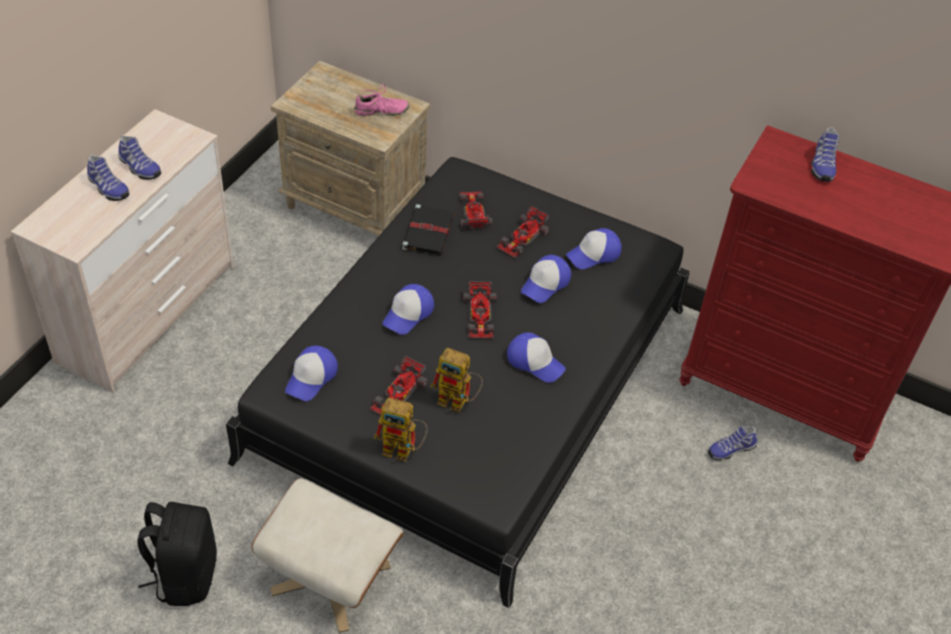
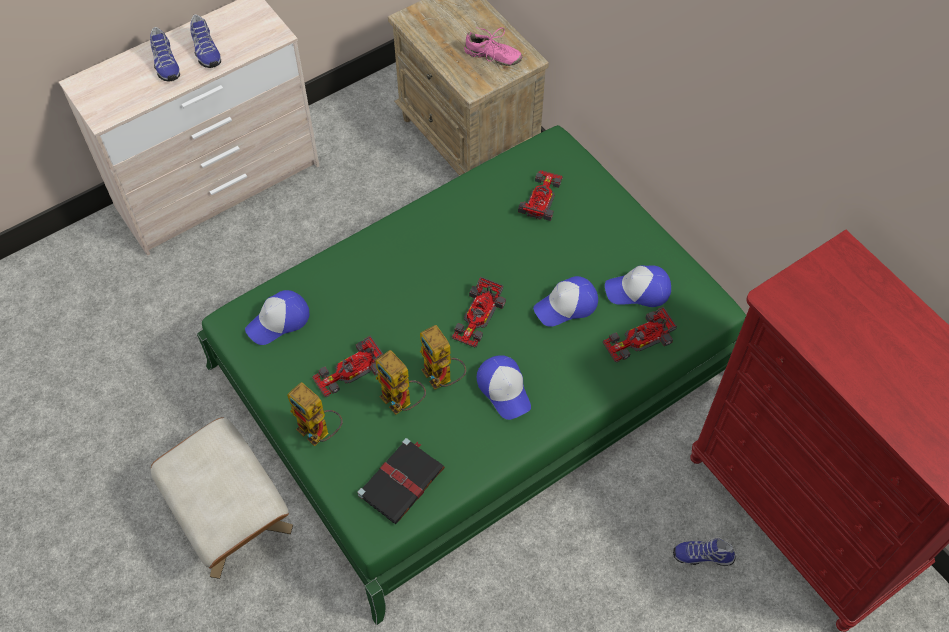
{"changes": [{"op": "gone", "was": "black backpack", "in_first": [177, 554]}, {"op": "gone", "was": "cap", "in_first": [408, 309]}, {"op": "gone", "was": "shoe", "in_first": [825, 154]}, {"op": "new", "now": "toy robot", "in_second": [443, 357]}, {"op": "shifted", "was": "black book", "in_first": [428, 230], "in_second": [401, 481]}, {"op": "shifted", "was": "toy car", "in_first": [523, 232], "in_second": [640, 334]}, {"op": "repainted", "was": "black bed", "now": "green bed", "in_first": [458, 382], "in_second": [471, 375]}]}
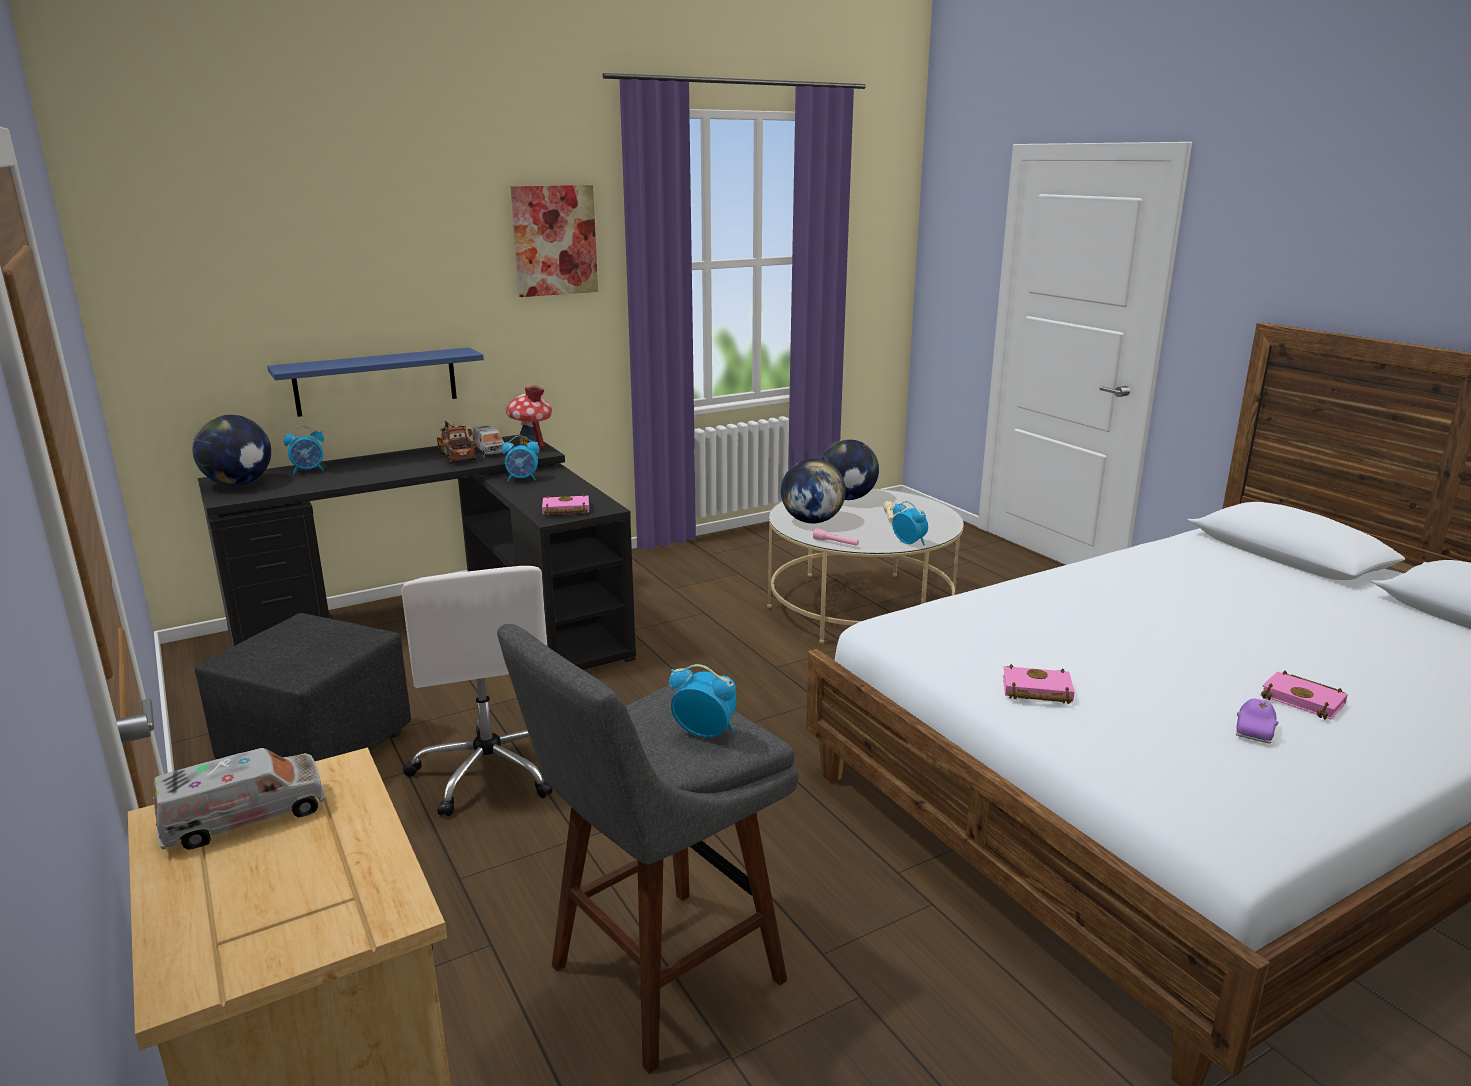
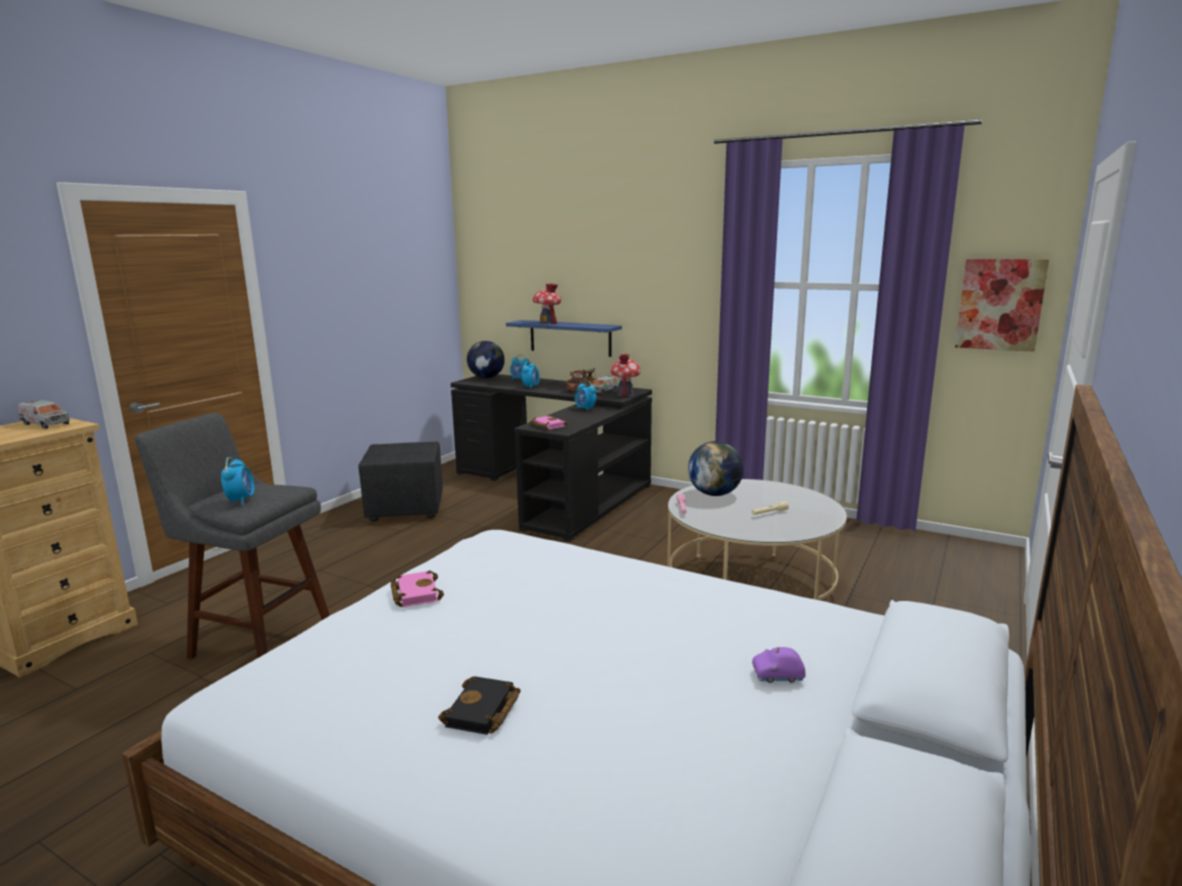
{"changes": [{"op": "gone", "was": "white office chair", "in_first": [476, 691]}, {"op": "gone", "was": "globe", "in_first": [849, 469]}, {"op": "new", "now": "toy house", "in_second": [547, 303]}, {"op": "shifted", "was": "picture", "in_first": [554, 241], "in_second": [1002, 305]}, {"op": "shifted", "was": "alarm clock", "in_first": [910, 523], "in_second": [531, 375]}, {"op": "shifted", "was": "purple toy car", "in_first": [1257, 721], "in_second": [779, 665]}, {"op": "repainted", "was": "pink book", "now": "black book", "in_first": [1304, 695], "in_second": [479, 705]}]}
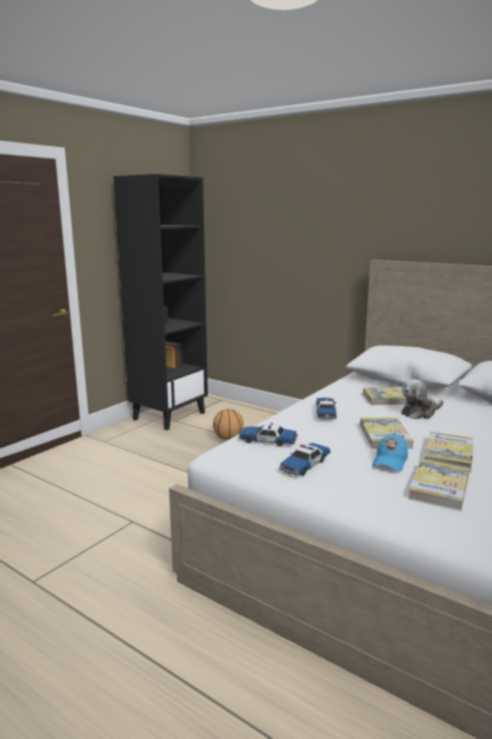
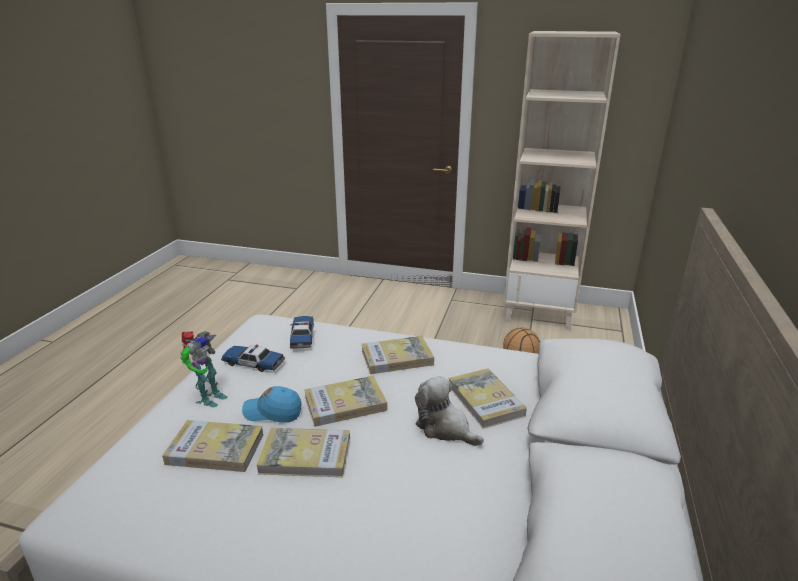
{"changes": [{"op": "new", "now": "toy robot", "in_second": [204, 369]}, {"op": "swapped", "was": "toy car", "now": "book", "in_first": [326, 408], "in_second": [398, 355]}, {"op": "repainted", "was": "black bookcase", "now": "beige bookcase", "in_first": [161, 302], "in_second": [562, 180]}]}
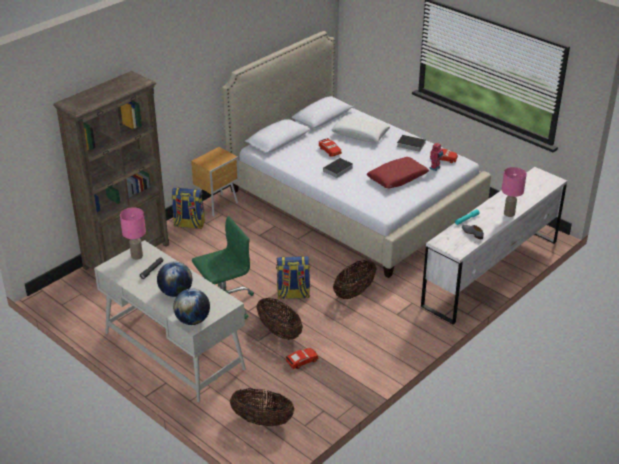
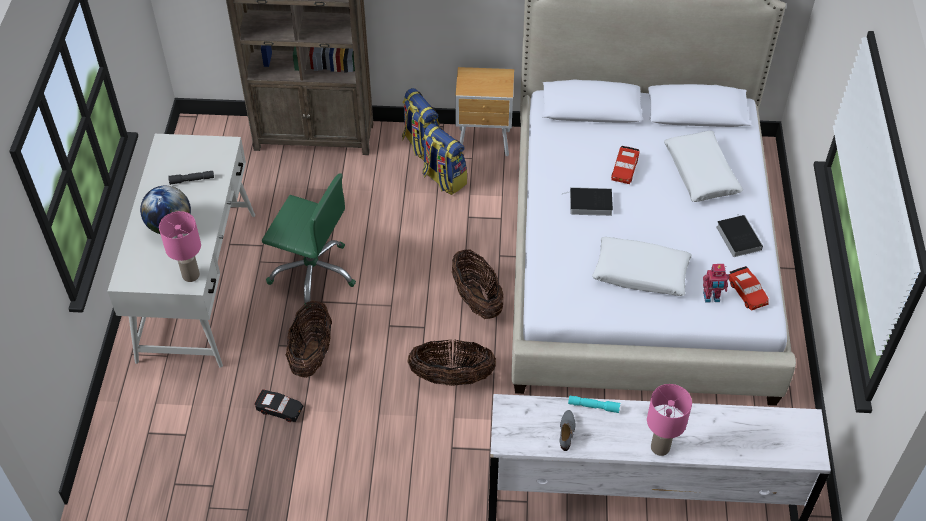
{"changes": [{"op": "gone", "was": "globe", "in_first": [191, 306]}, {"op": "shifted", "was": "pink table lamp", "in_first": [133, 233], "in_second": [180, 246]}, {"op": "shifted", "was": "basket", "in_first": [262, 407], "in_second": [477, 284]}, {"op": "shifted", "was": "backpack", "in_first": [293, 278], "in_second": [444, 159]}, {"op": "repainted", "was": "red toy car", "now": "black toy car", "in_first": [302, 358], "in_second": [279, 405]}, {"op": "repainted", "was": "red pillow", "now": "white pillow", "in_first": [398, 172], "in_second": [642, 266]}]}
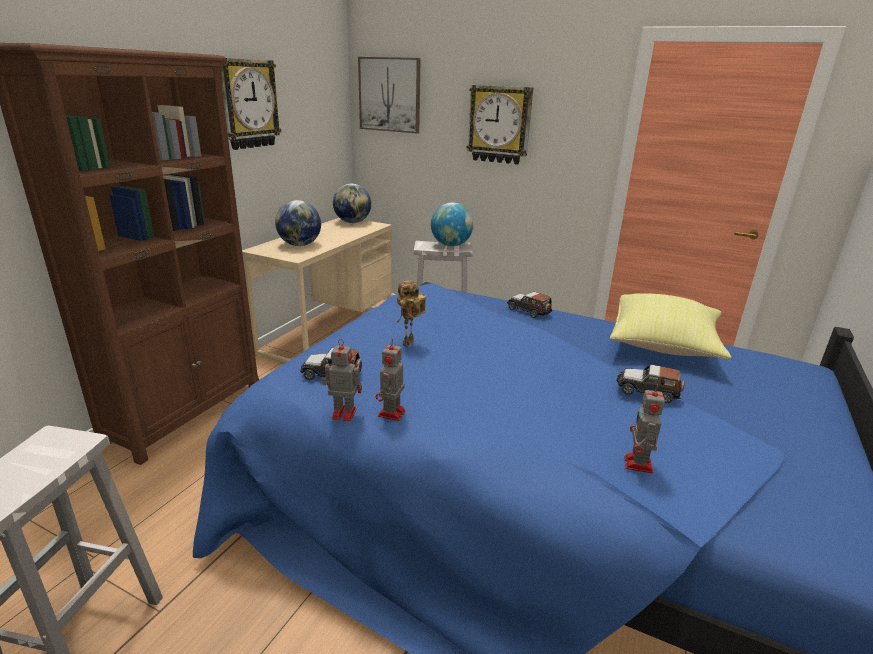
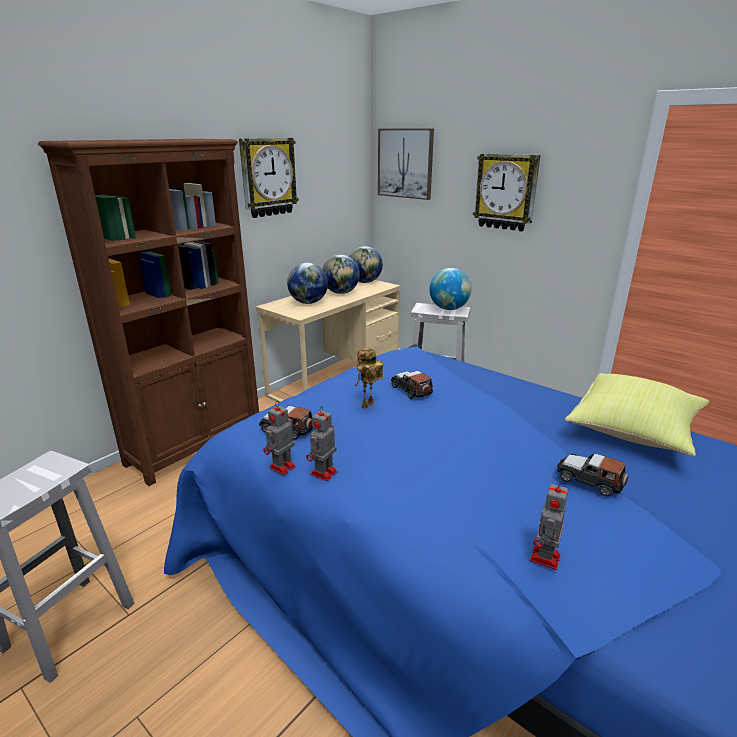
{"changes": [{"op": "new", "now": "globe", "in_second": [341, 274]}, {"op": "shifted", "was": "toy car", "in_first": [529, 305], "in_second": [412, 385]}, {"op": "rotated", "was": "toy robot", "in_first": [341, 380], "in_second": [279, 438], "clockwise": -75}]}
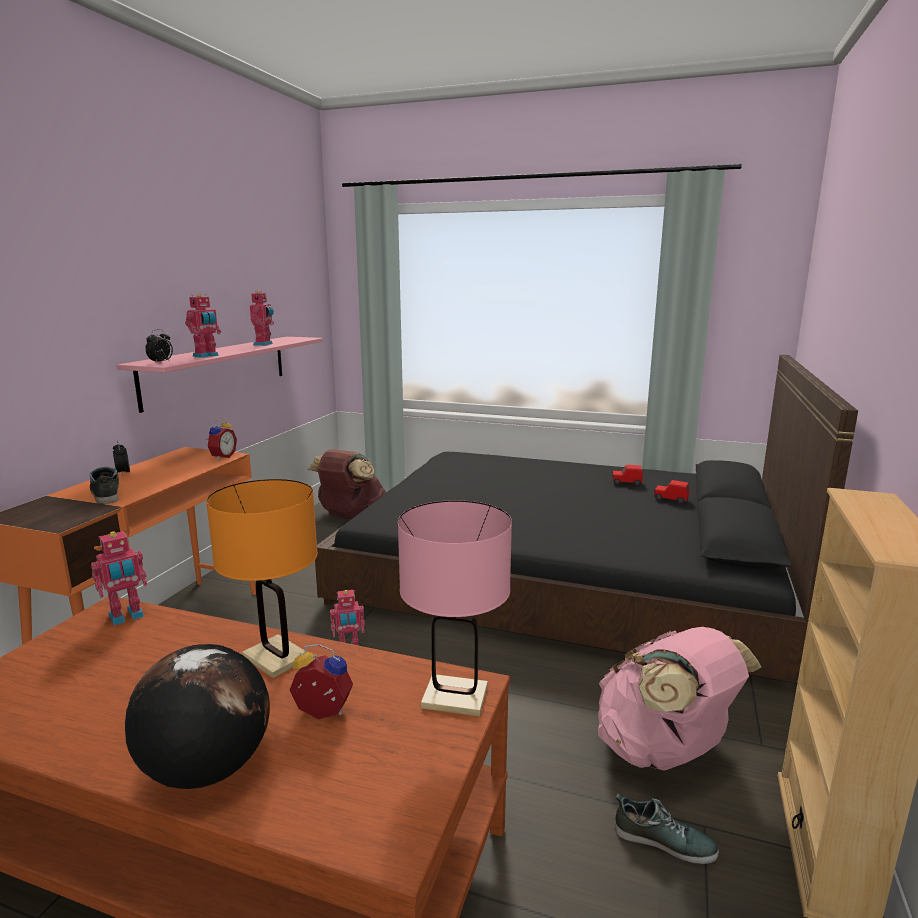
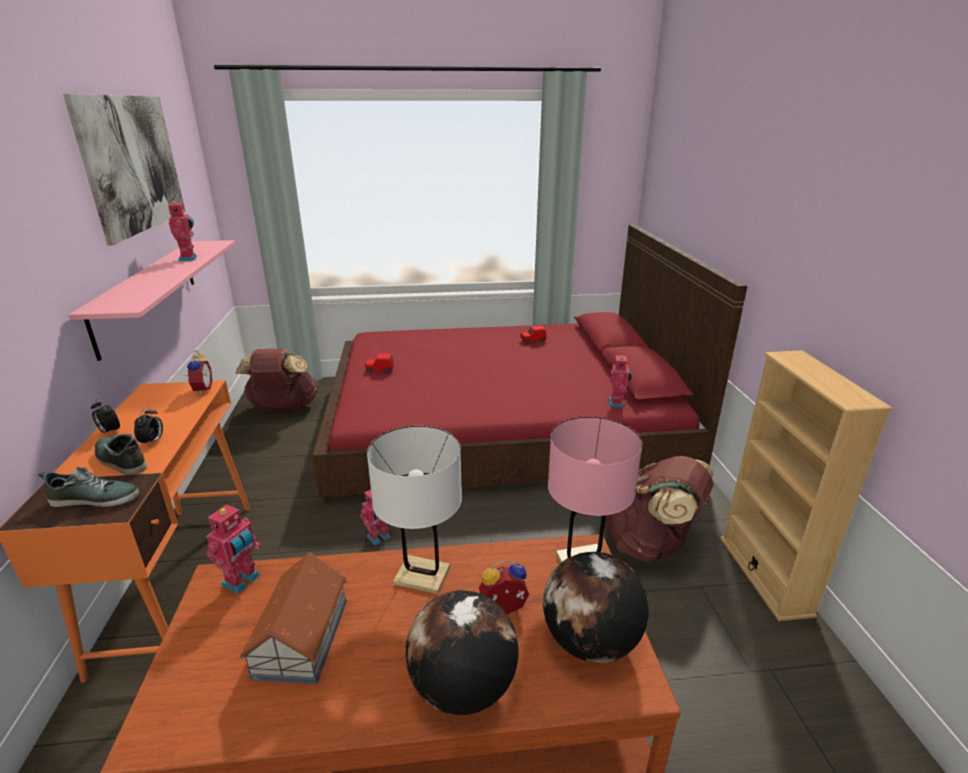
{"changes": [{"op": "new", "now": "picture", "in_second": [124, 170]}, {"op": "new", "now": "toy house", "in_second": [293, 618]}, {"op": "new", "now": "globe", "in_second": [596, 607]}, {"op": "shifted", "was": "alarm clock", "in_first": [159, 346], "in_second": [148, 427]}, {"op": "shifted", "was": "toy robot", "in_first": [203, 325], "in_second": [620, 381]}, {"op": "shifted", "was": "shoe", "in_first": [667, 829], "in_second": [88, 486]}, {"op": "shifted", "was": "red toy car", "in_first": [671, 492], "in_second": [379, 363]}, {"op": "repainted", "was": "orange table lamp", "now": "white table lamp", "in_first": [262, 578], "in_second": [414, 510]}, {"op": "repainted", "was": "black bed", "now": "red bed", "in_first": [586, 521], "in_second": [529, 363]}, {"op": "repainted", "was": "pink backpack", "now": "brown backpack", "in_first": [679, 699], "in_second": [659, 509]}]}
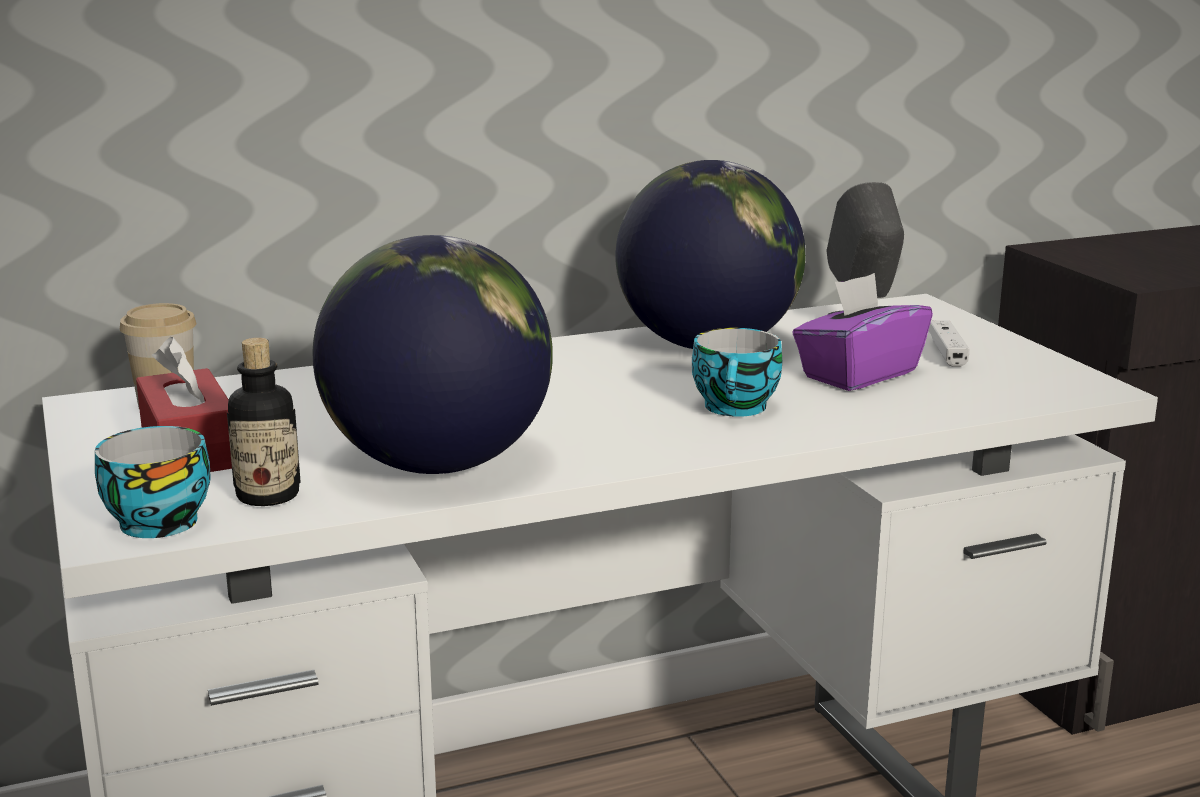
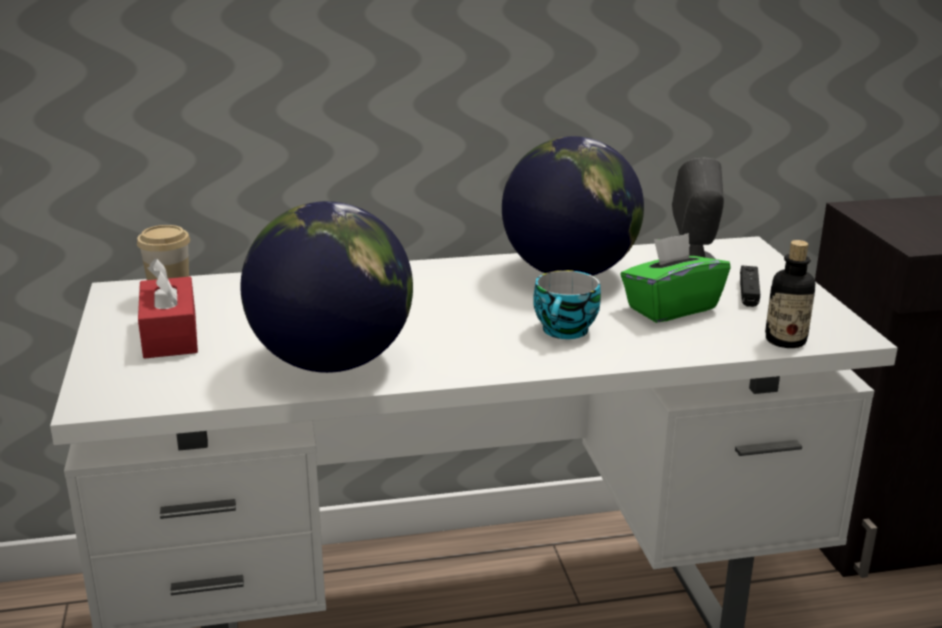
{"changes": [{"op": "gone", "was": "cup", "in_first": [153, 482]}, {"op": "shifted", "was": "bottle", "in_first": [263, 422], "in_second": [790, 294]}, {"op": "repainted", "was": "purple tissue box", "now": "green tissue box", "in_first": [862, 332], "in_second": [675, 278]}, {"op": "repainted", "was": "white game controller", "now": "black game controller", "in_first": [948, 343], "in_second": [750, 286]}]}
